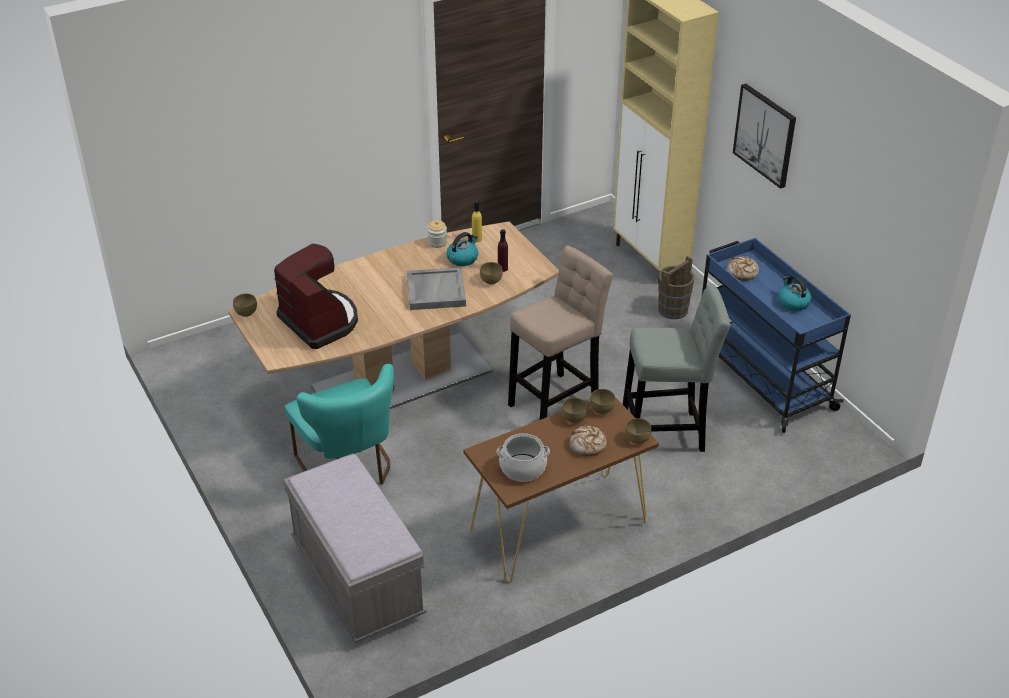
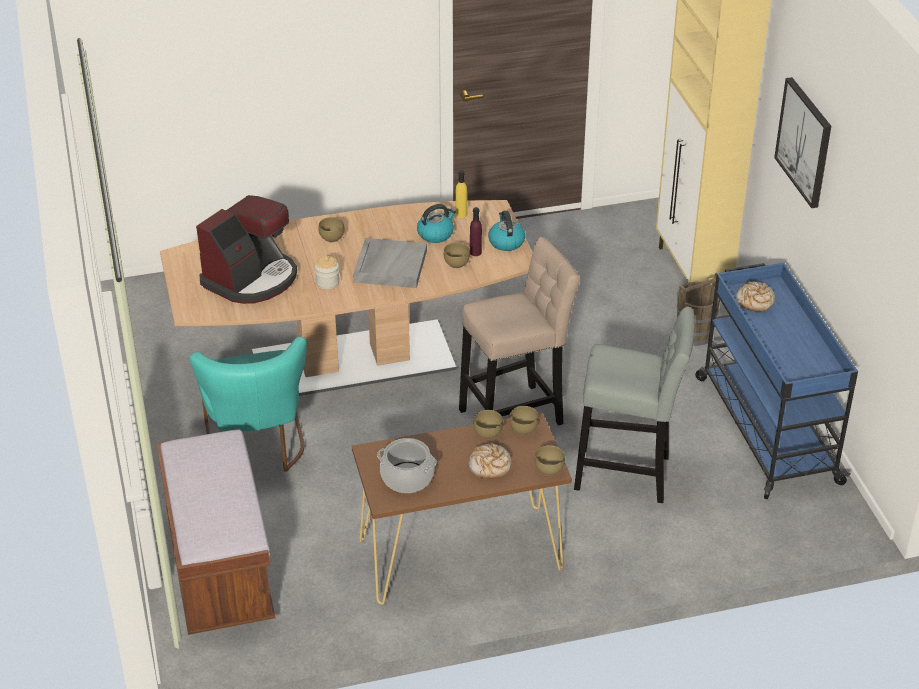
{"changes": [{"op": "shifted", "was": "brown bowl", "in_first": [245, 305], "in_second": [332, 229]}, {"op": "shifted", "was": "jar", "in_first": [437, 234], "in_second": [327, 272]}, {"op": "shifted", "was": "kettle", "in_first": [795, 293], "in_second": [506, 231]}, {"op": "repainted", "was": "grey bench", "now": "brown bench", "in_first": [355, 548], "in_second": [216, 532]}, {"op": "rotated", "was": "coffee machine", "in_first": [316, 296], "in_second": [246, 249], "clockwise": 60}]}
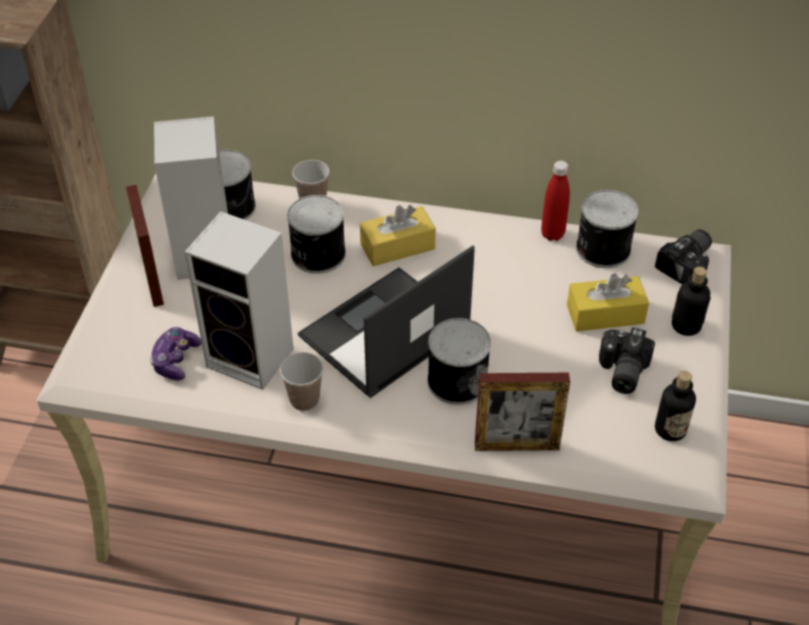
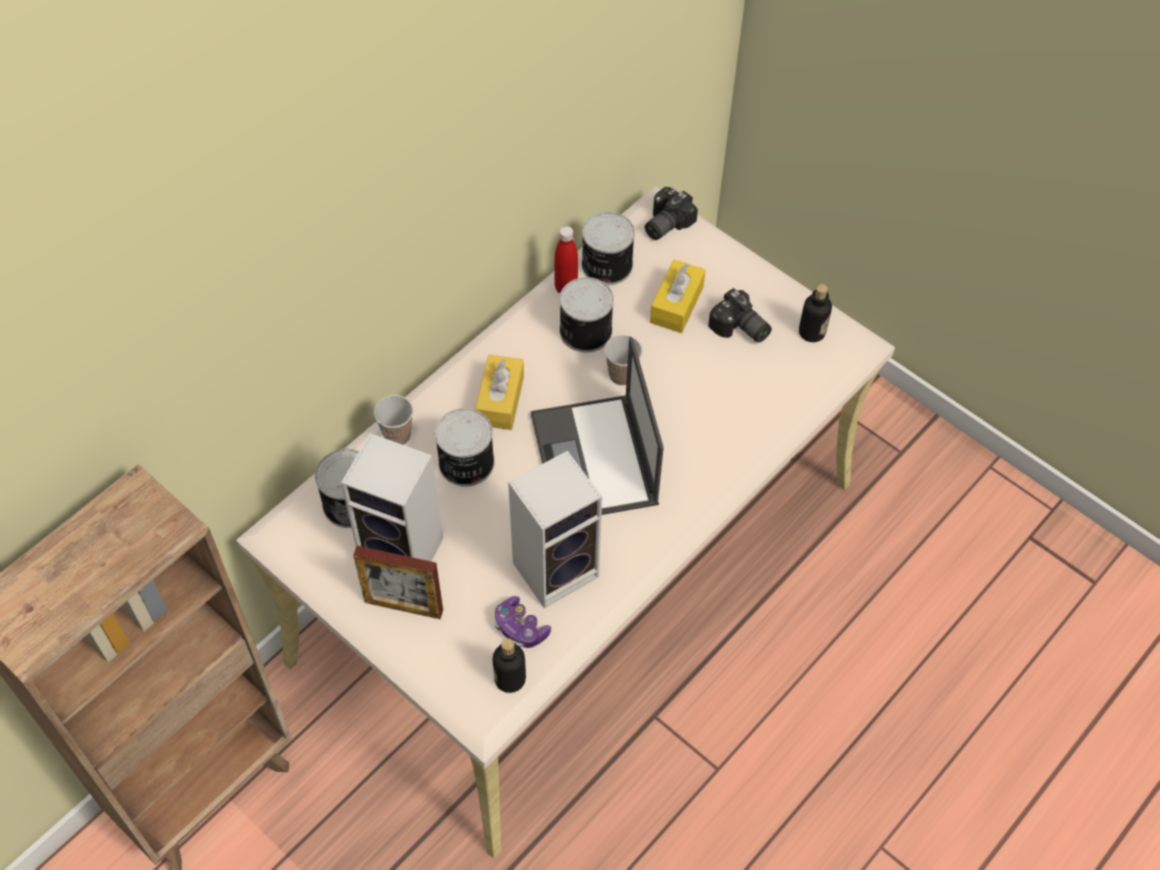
{"changes": [{"op": "gone", "was": "picture frame", "in_first": [522, 412]}, {"op": "shifted", "was": "cup", "in_first": [301, 381], "in_second": [623, 360]}, {"op": "shifted", "was": "can", "in_first": [459, 361], "in_second": [586, 315]}, {"op": "shifted", "was": "bottle", "in_first": [691, 301], "in_second": [509, 665]}, {"op": "rotated", "was": "photo camera", "in_first": [683, 256], "in_second": [671, 213], "clockwise": -120}]}
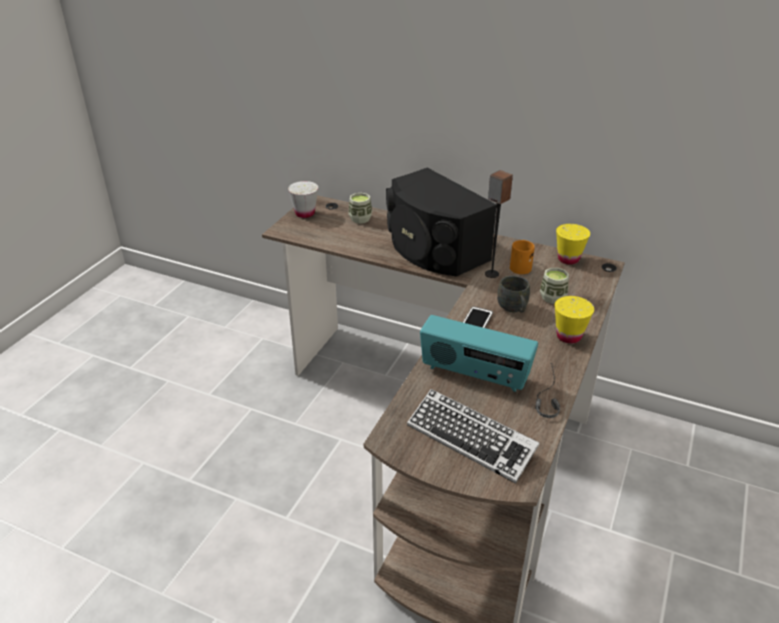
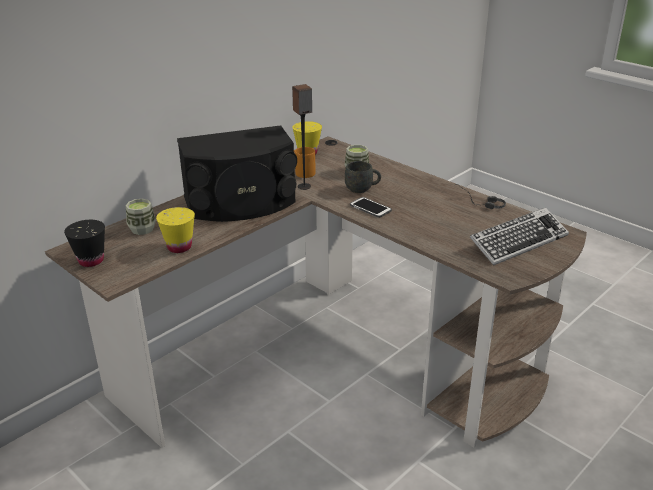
{"changes": [{"op": "gone", "was": "radio", "in_first": [479, 353]}, {"op": "shifted", "was": "yellow cup", "in_first": [574, 320], "in_second": [175, 230]}, {"op": "repainted", "was": "white cup", "now": "black cup", "in_first": [303, 199], "in_second": [84, 243]}]}
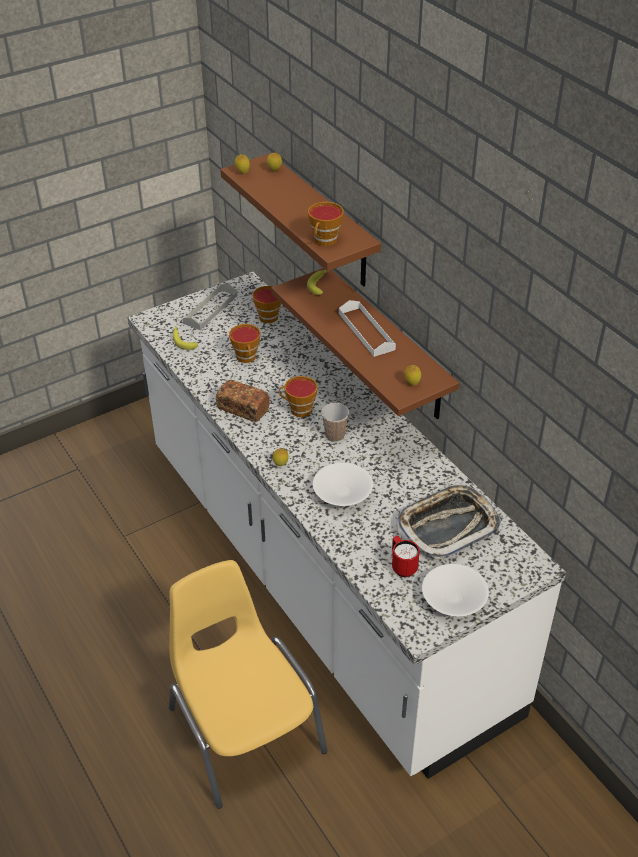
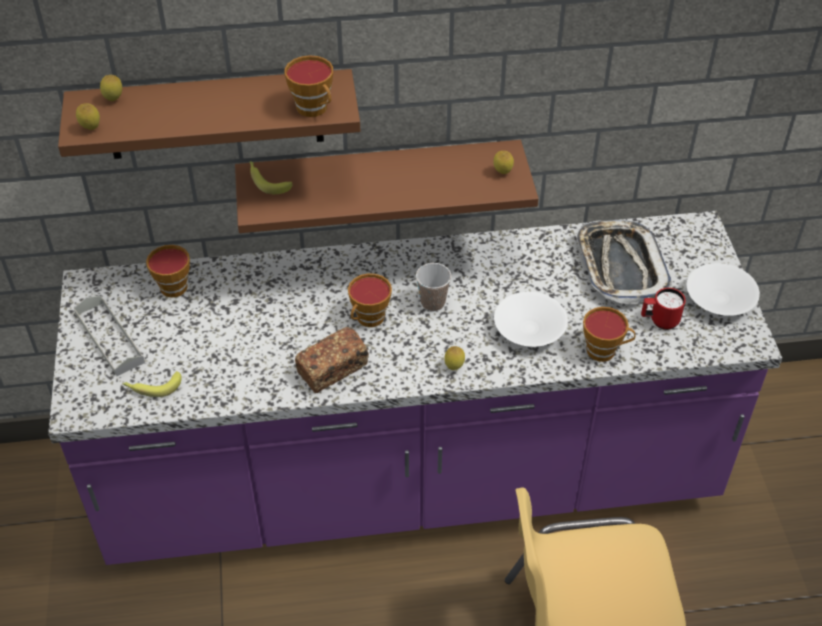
{"changes": [{"op": "gone", "was": "white tray", "in_first": [367, 328]}, {"op": "shifted", "was": "cup", "in_first": [245, 343], "in_second": [609, 334]}, {"op": "repainted", "was": "white counter", "now": "purple counter", "in_first": [346, 525], "in_second": [415, 388]}]}
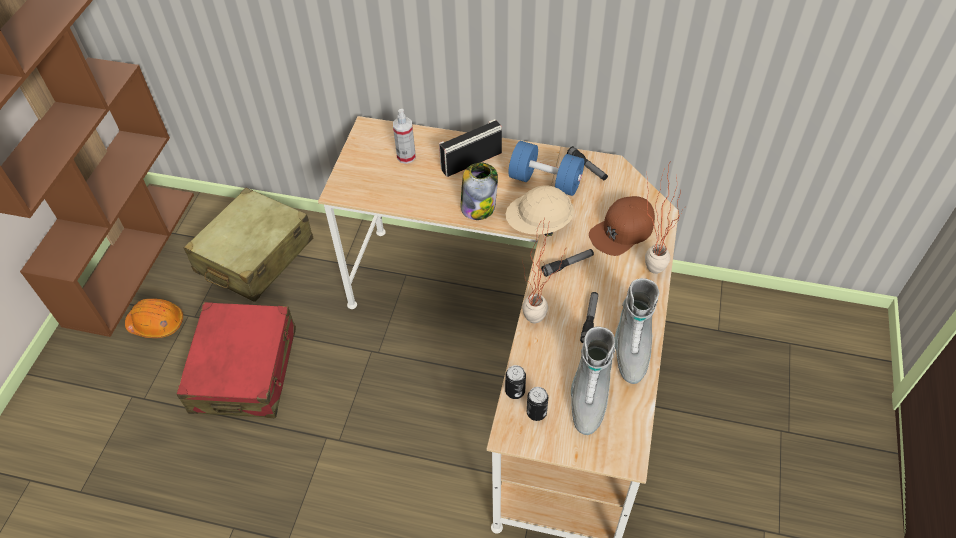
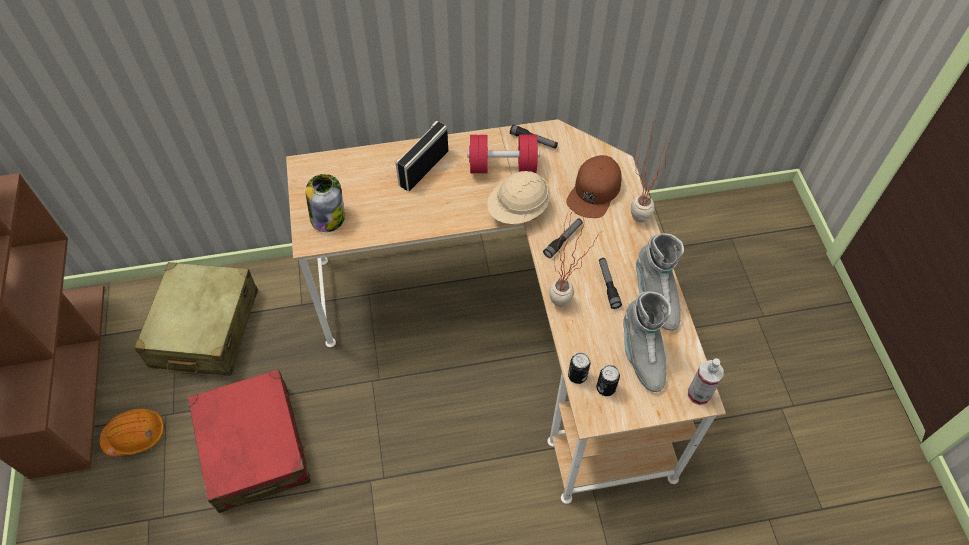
{"changes": [{"op": "shifted", "was": "spray bottle", "in_first": [404, 136], "in_second": [706, 381]}, {"op": "shifted", "was": "jar", "in_first": [479, 191], "in_second": [325, 203]}, {"op": "repainted", "was": "blue dumbbell", "now": "red dumbbell", "in_first": [546, 168], "in_second": [503, 154]}]}
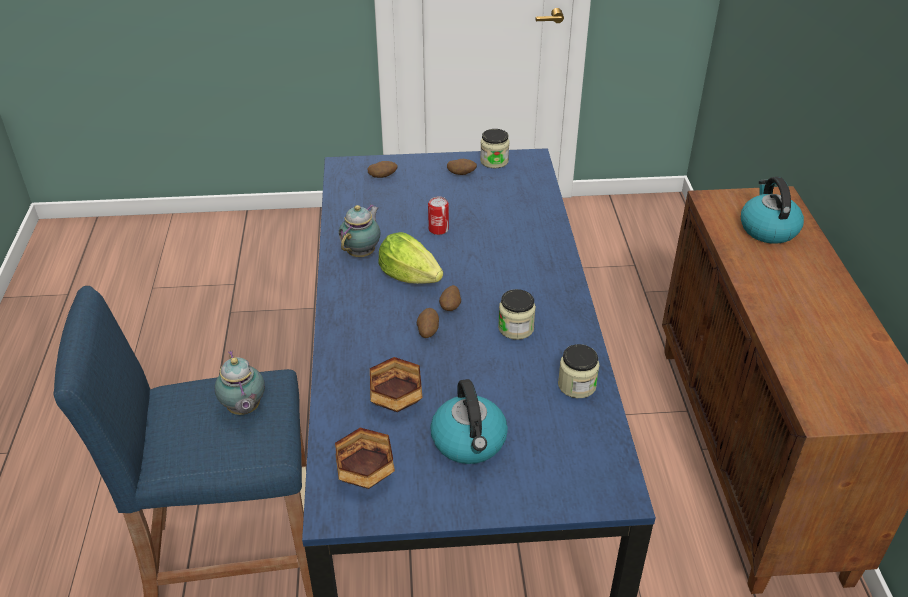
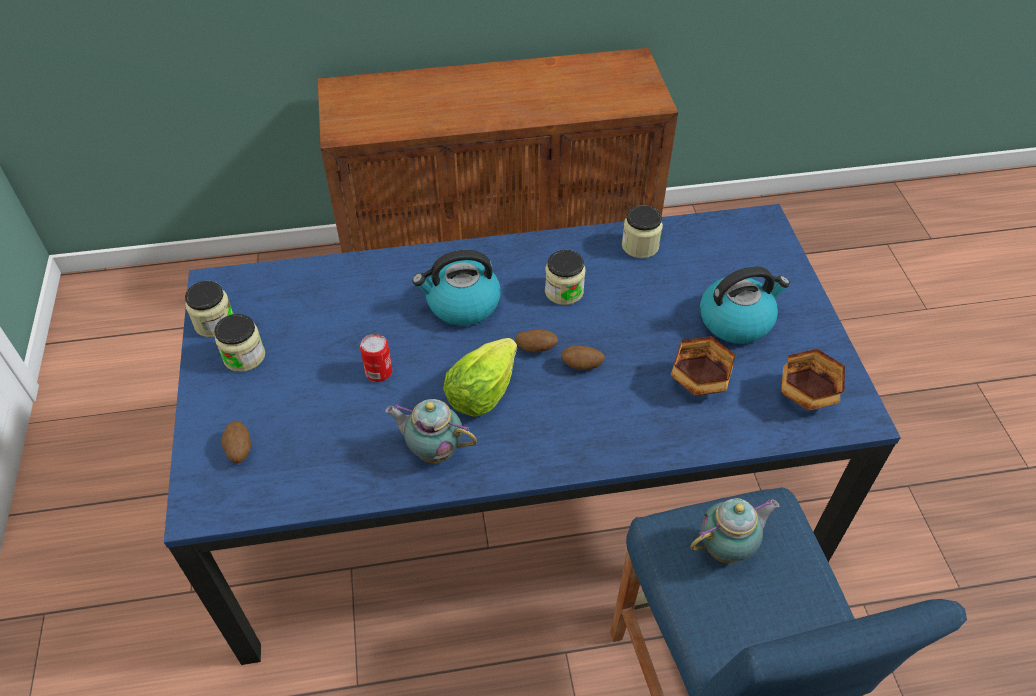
{"changes": [{"op": "shifted", "was": "kettle", "in_first": [772, 210], "in_second": [456, 288]}, {"op": "swapped", "was": "potato", "now": "jar", "in_first": [462, 167], "in_second": [239, 343]}]}
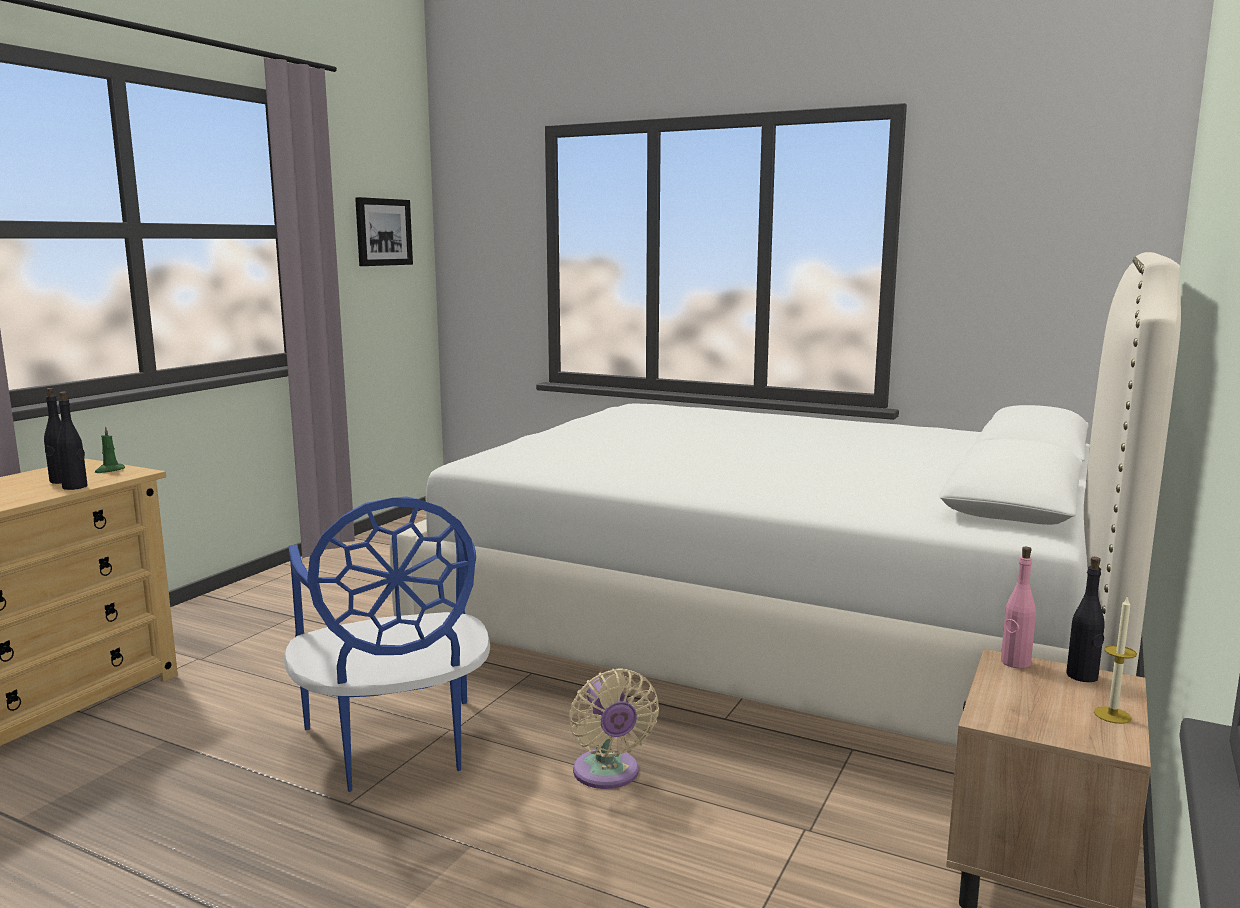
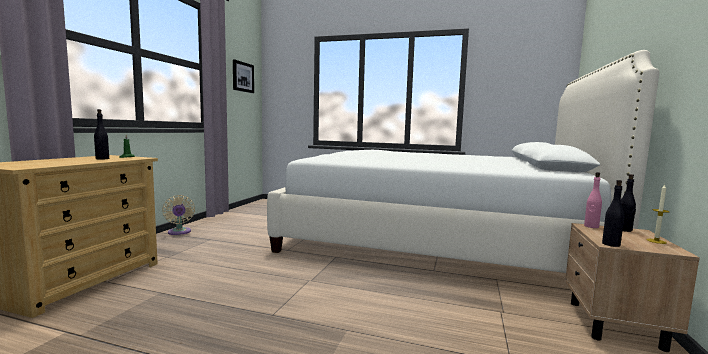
{"changes": [{"op": "gone", "was": "blue chair", "in_first": [387, 644]}, {"op": "shifted", "was": "black bottle", "in_first": [72, 441], "in_second": [613, 213]}, {"op": "shifted", "was": "beige fan", "in_first": [614, 728], "in_second": [178, 215]}]}
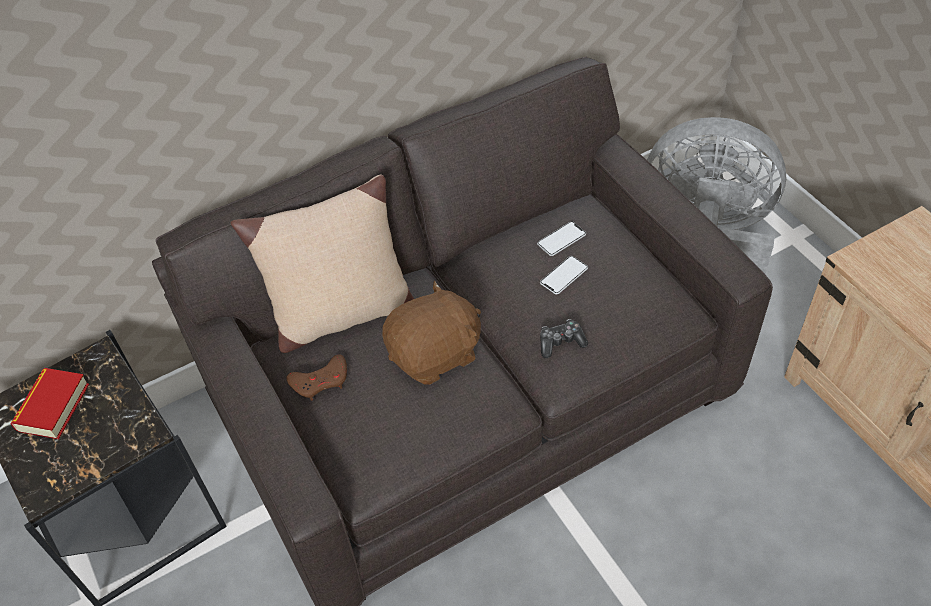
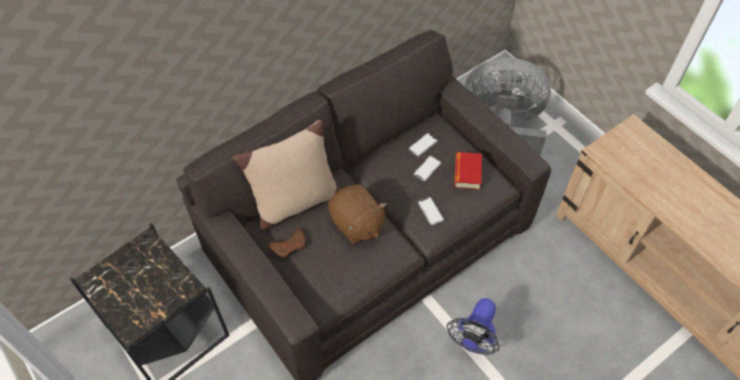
{"changes": [{"op": "new", "now": "fan", "in_second": [473, 326]}, {"op": "shifted", "was": "book", "in_first": [50, 403], "in_second": [468, 171]}, {"op": "swapped", "was": "game controller", "now": "phone", "in_first": [564, 338], "in_second": [431, 211]}, {"op": "rotated", "was": "brown plush toy", "in_first": [431, 333], "in_second": [357, 214], "clockwise": 90}]}
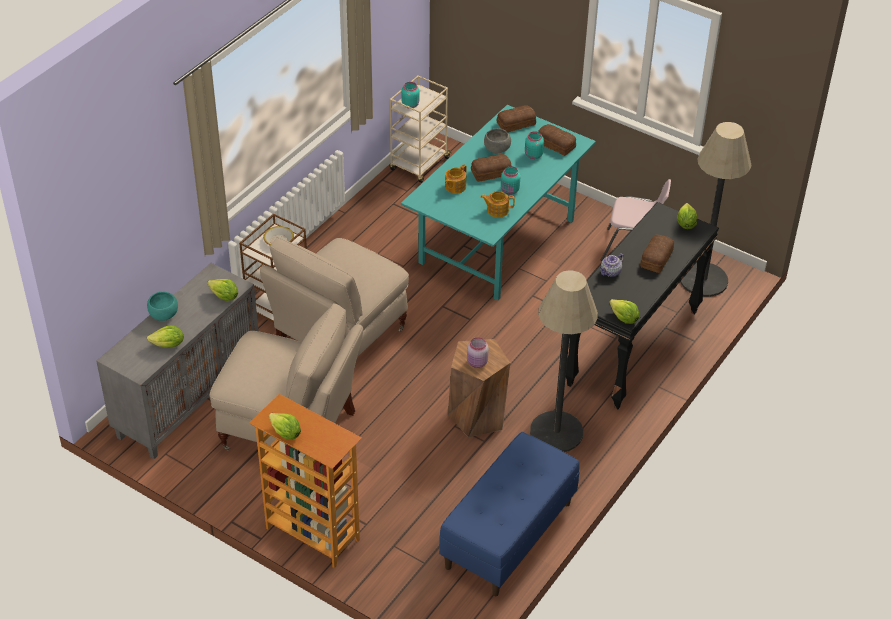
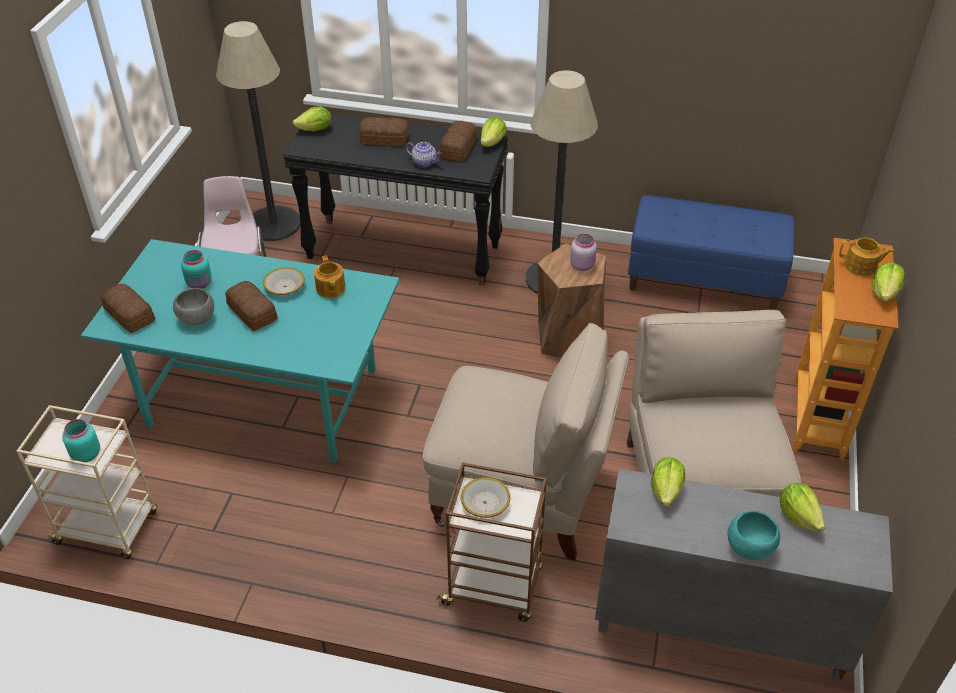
{"changes": [{"op": "shifted", "was": "teapot", "in_first": [456, 179], "in_second": [866, 257]}, {"op": "shifted", "was": "bread", "in_first": [557, 140], "in_second": [458, 141]}, {"op": "swapped", "was": "turquoise jar", "now": "bowl", "in_first": [510, 180], "in_second": [284, 281]}]}
